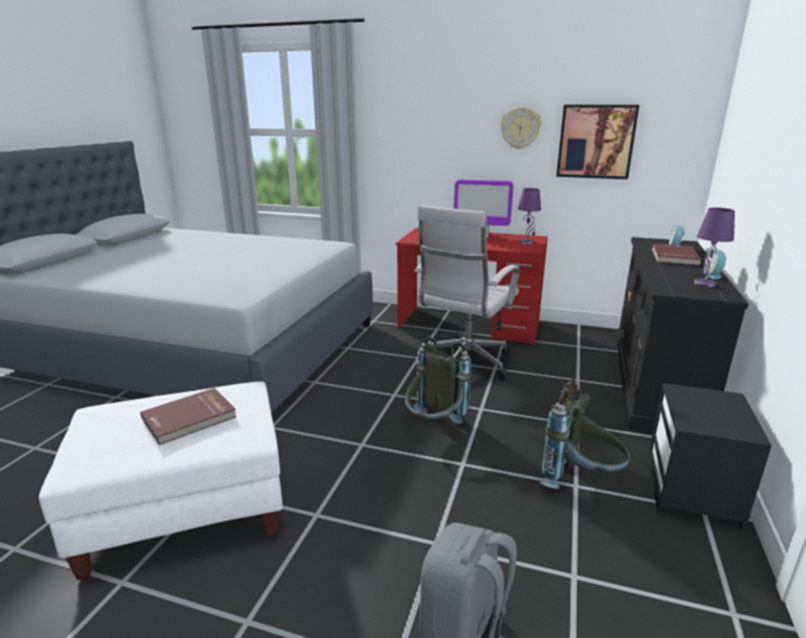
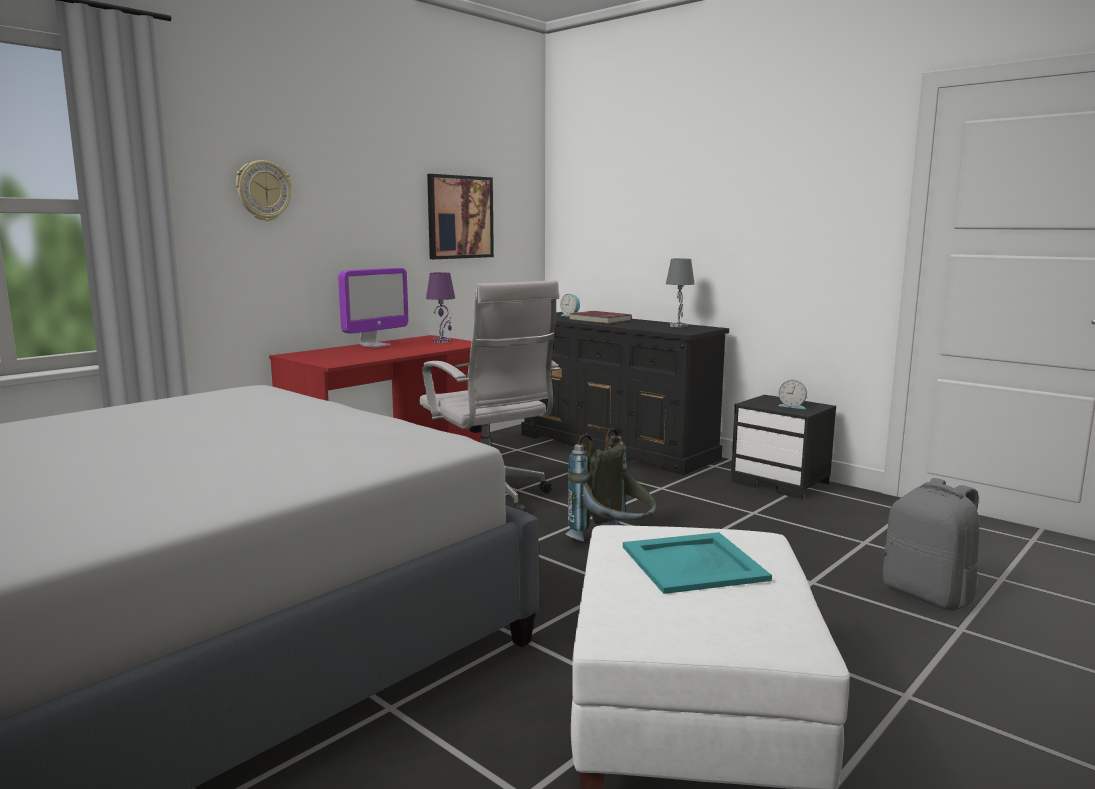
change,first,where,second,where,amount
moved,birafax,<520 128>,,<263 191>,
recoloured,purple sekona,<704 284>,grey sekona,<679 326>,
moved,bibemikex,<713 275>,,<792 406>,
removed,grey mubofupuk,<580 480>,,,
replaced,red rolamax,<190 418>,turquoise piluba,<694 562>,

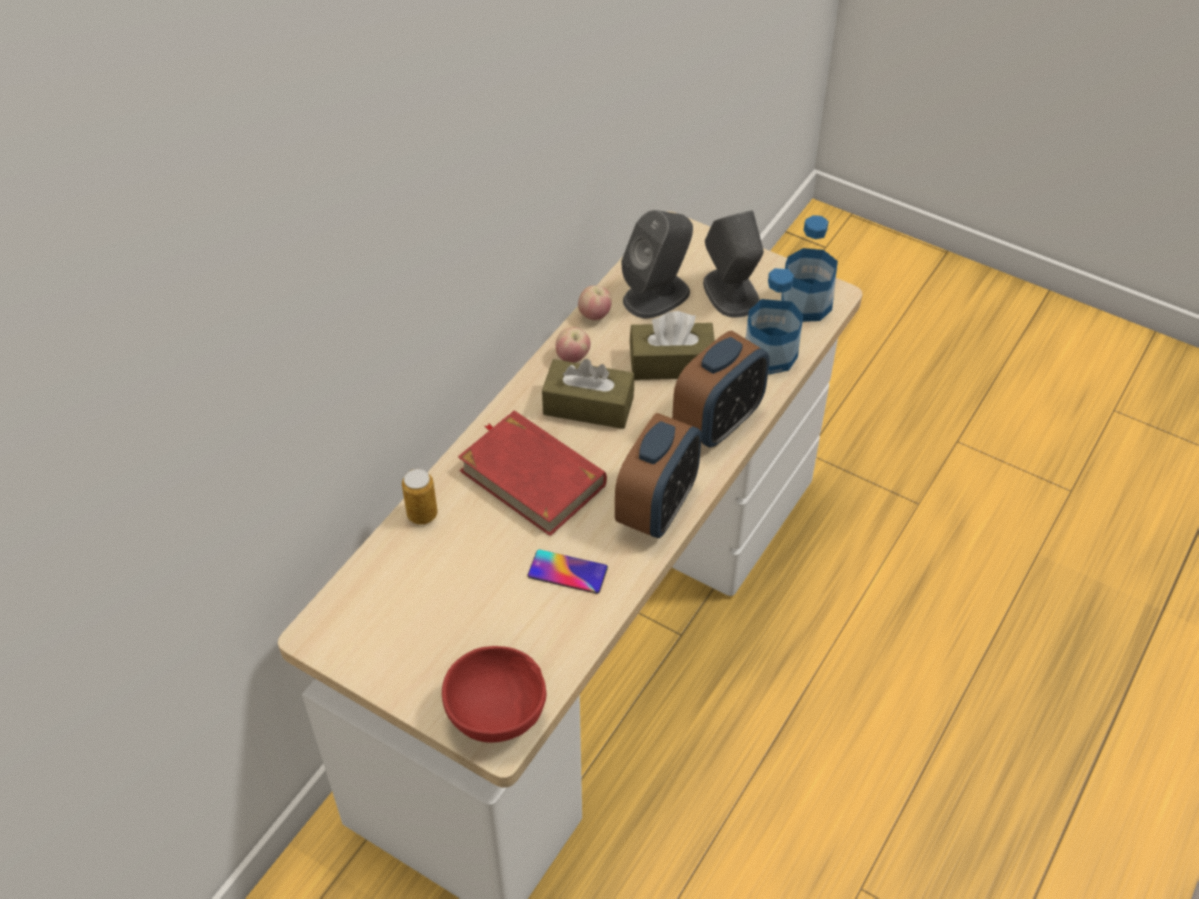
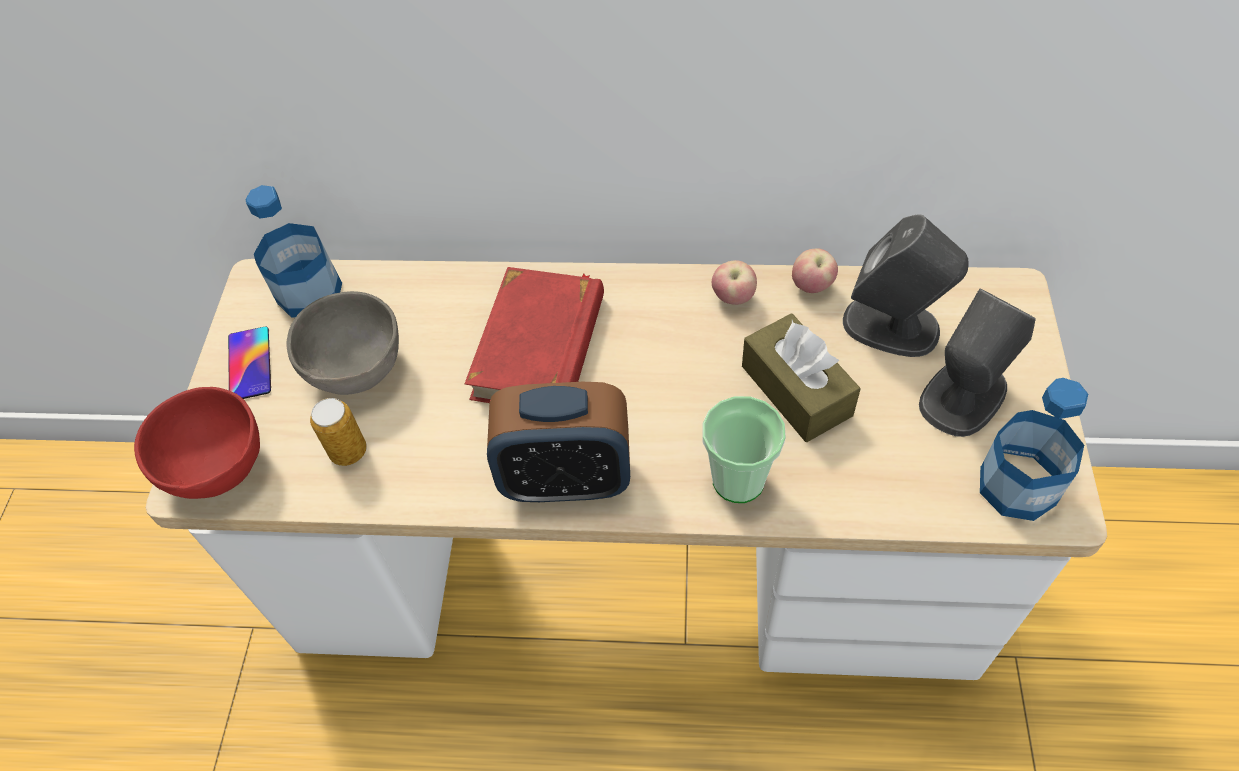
change,first,where,second,where,amount
moved,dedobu,<770 354>,,<309 293>,
replaced,bibemikex,<718 422>,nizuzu,<738 480>,
removed,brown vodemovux,<588 406>,,,
moved,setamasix,<422 514>,,<348 451>,
moved,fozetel,<567 572>,,<250 364>,
added,,,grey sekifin,<355 370>,

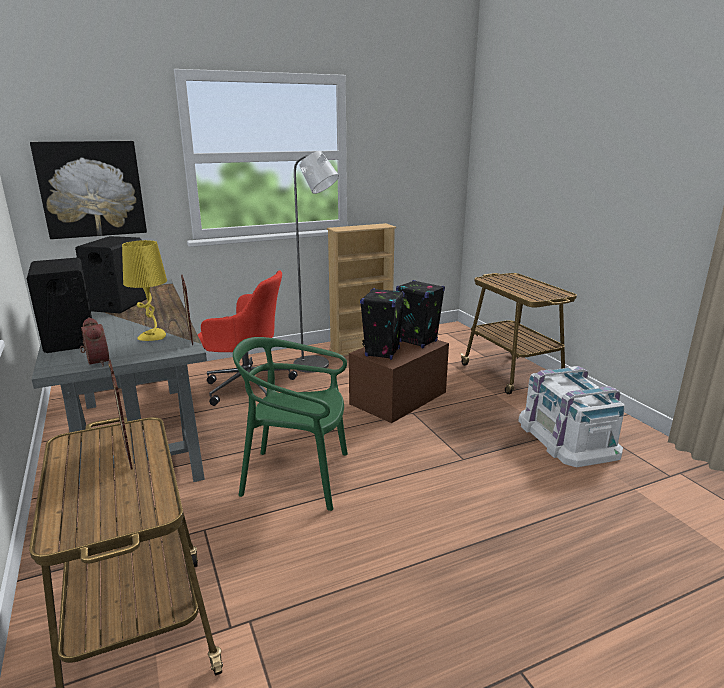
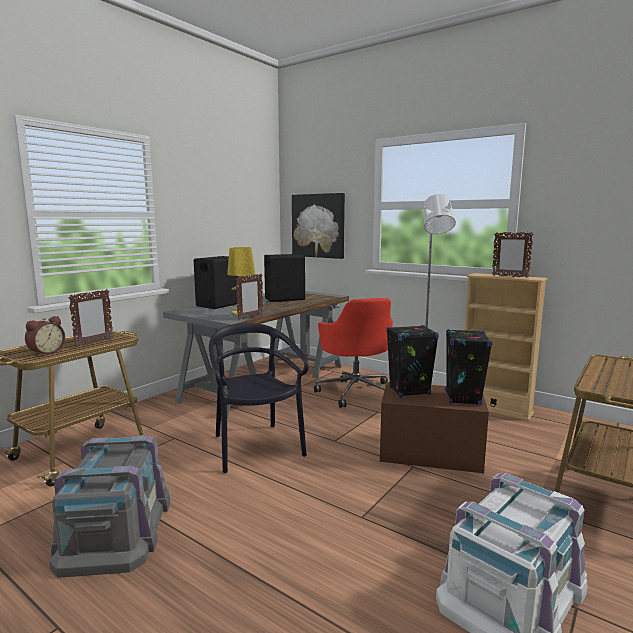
change,first,where,second,where,amount
moved,bibemikex,<95 362>,,<46 352>,
recoloured,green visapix,<297 477>,black visapix,<255 447>,
added,,,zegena,<509 276>,
added,,,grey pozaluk,<115 528>,

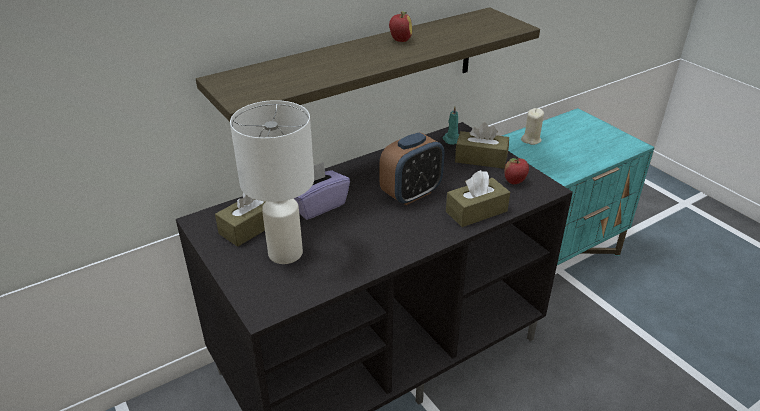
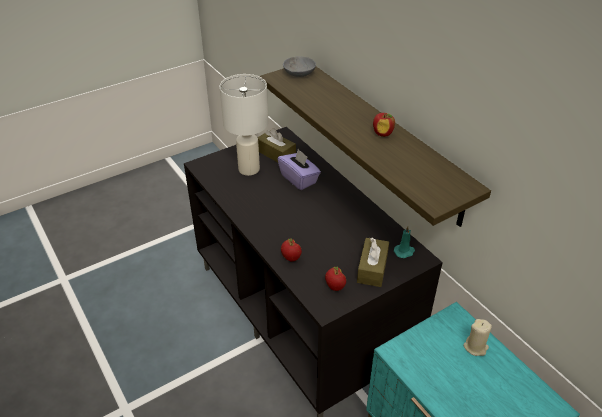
change,first,where,second,where,amount
removed,bibemikex,<411 194>,,,
replaced,brown vodemovux,<476 211>,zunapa,<291 258>,
added,,,grey sekifin,<299 73>,

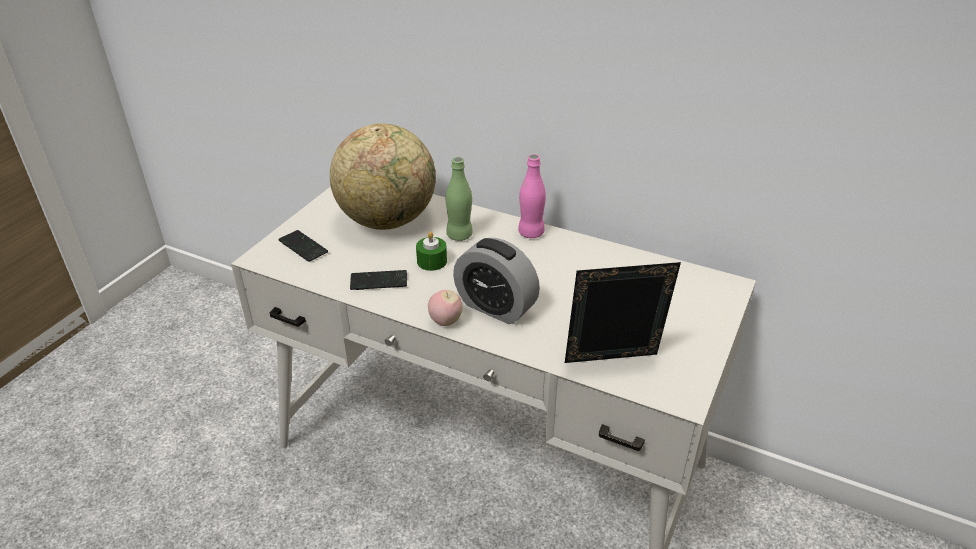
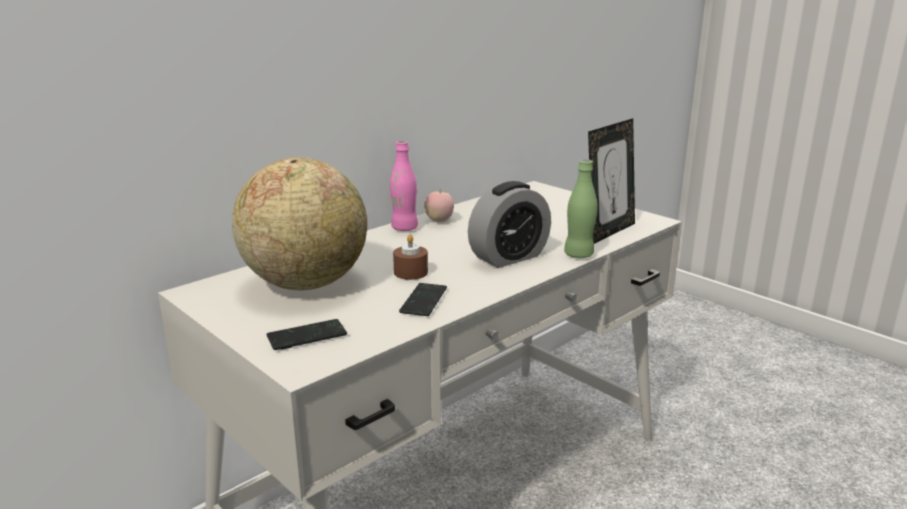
change,first,where,second,where,amount
moved,green dedobu,<459 235>,,<578 255>,
recoloured,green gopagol,<432 261>,brown gopagol,<410 272>,
turned,zegena,<613 364>,,<608 232>,150 degrees counterclockwise
moved,zunapa,<445 321>,,<439 221>,

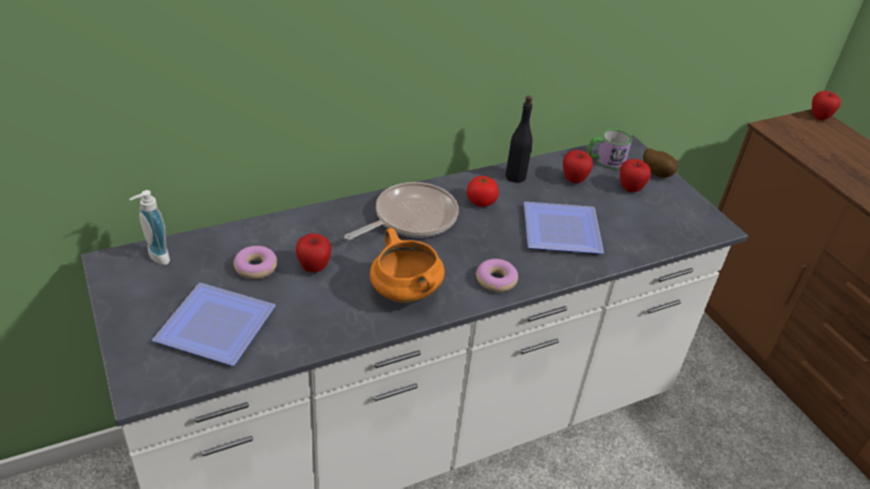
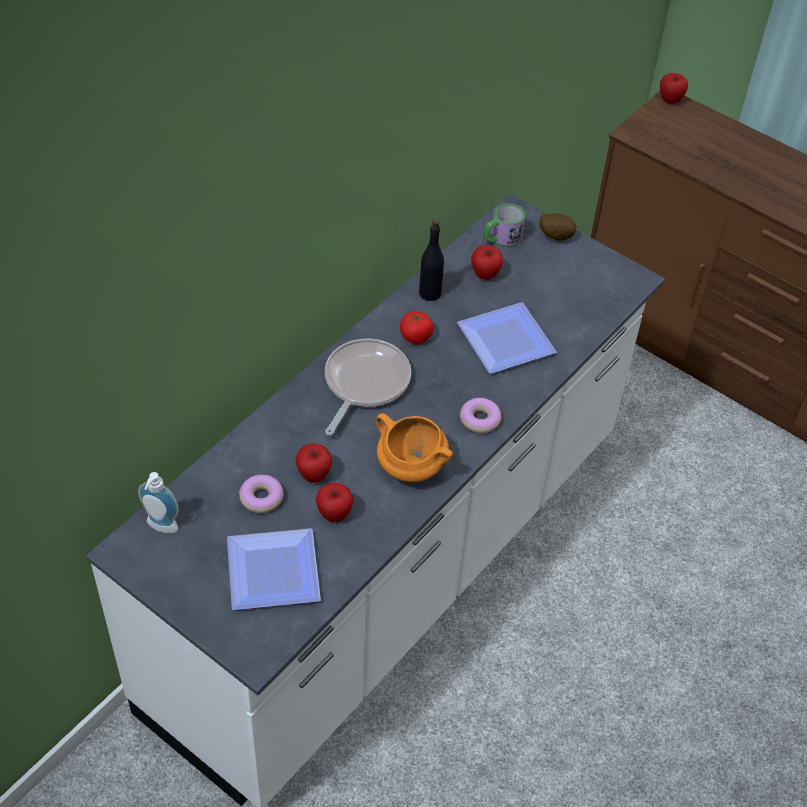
change,first,where,second,where,amount
moved,zunapa,<630 188>,,<334 514>,

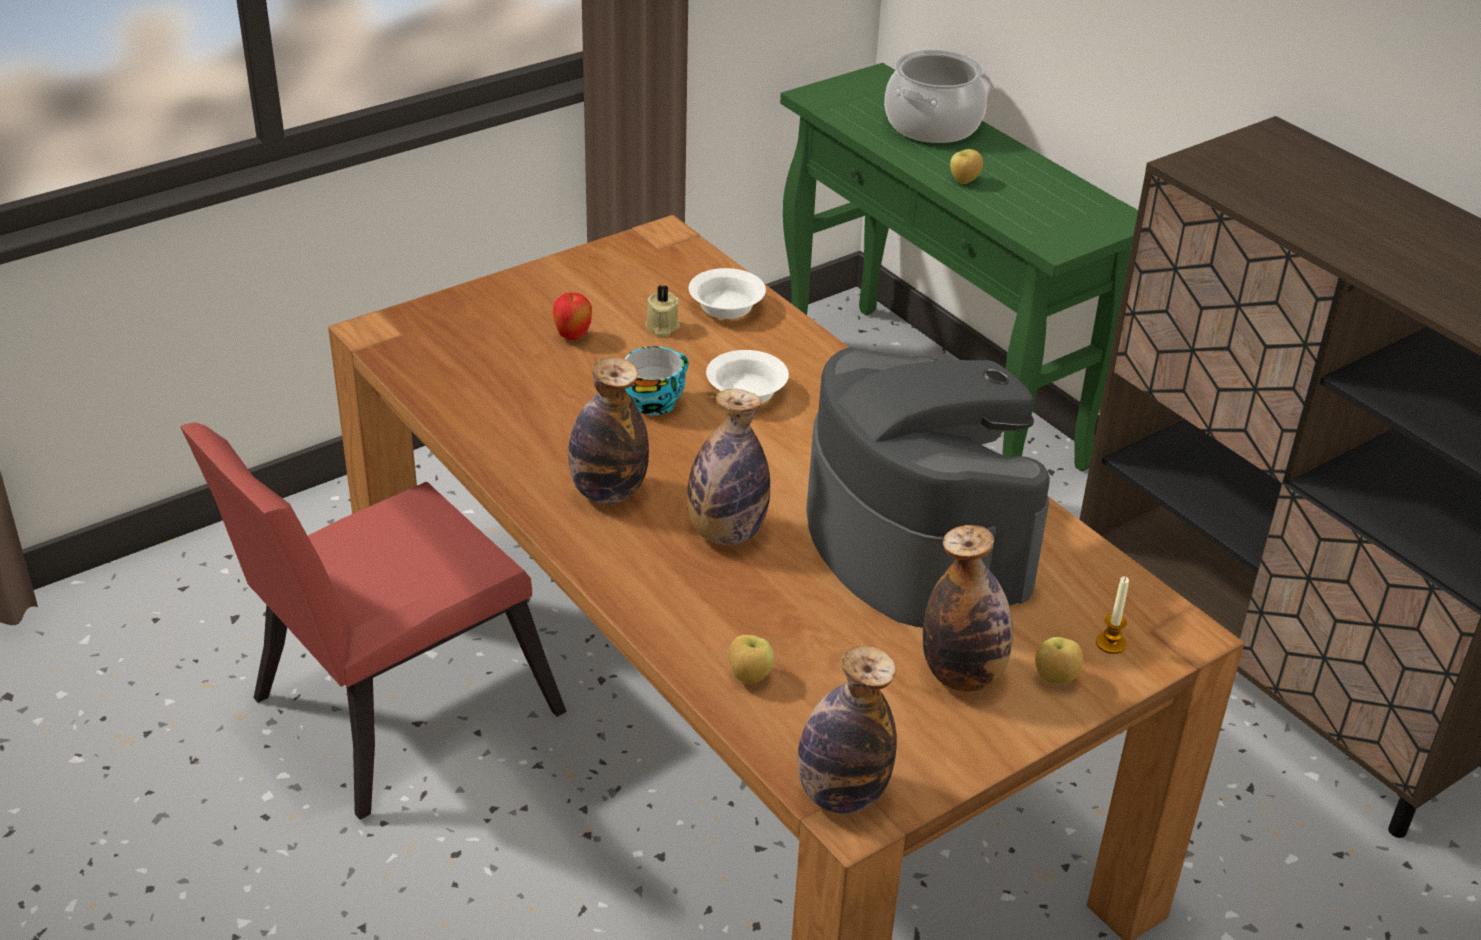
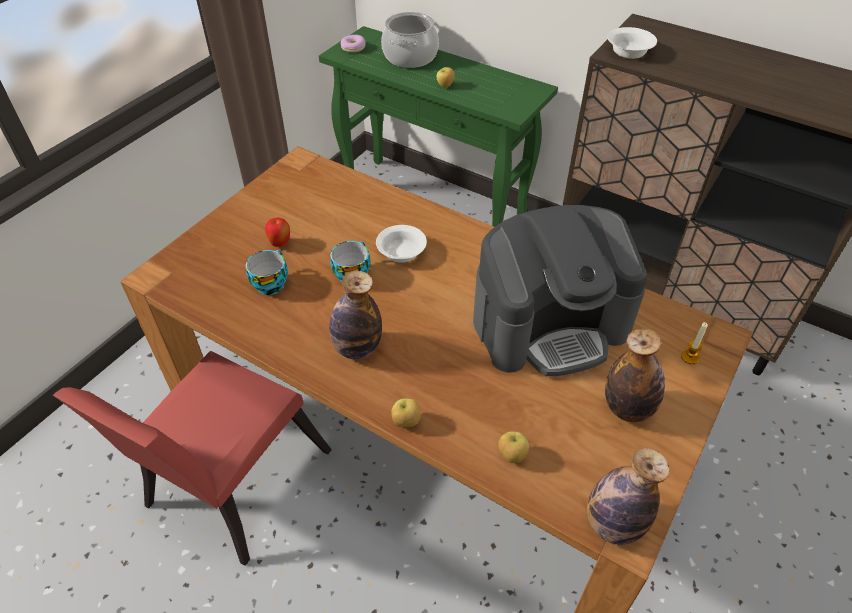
change,first,where,second,where,amount
moved,white sekifin,<728 307>,,<629 51>,
removed,beige gopagol,<661 327>,,,
turned,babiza,<916 542>,,<550 324>,120 degrees clockwise
removed,dedobu,<726 533>,,,
moved,zunapa,<1055 678>,,<406 422>,
added,,,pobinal,<353 48>,
added,,,nizuzu,<270 283>,

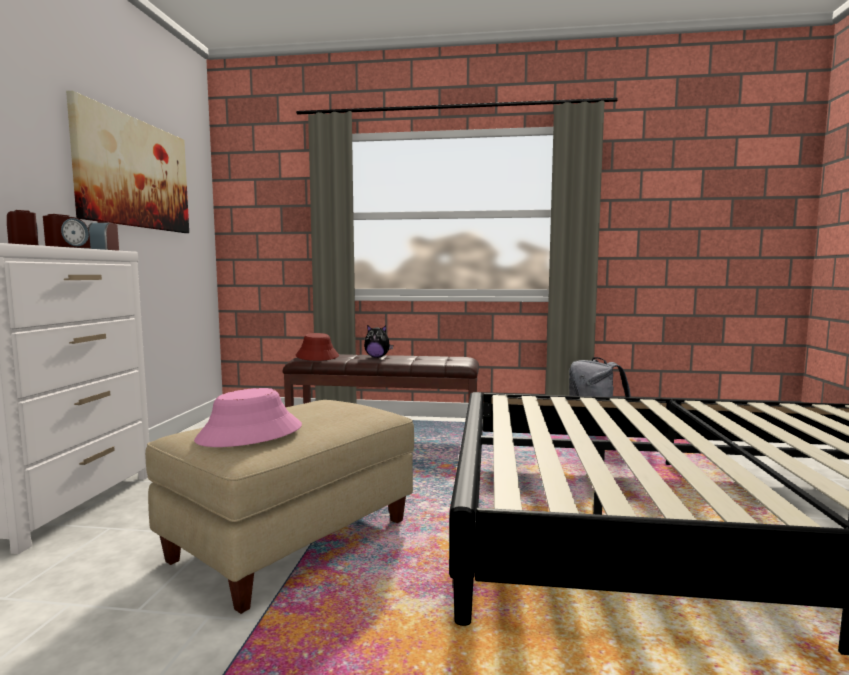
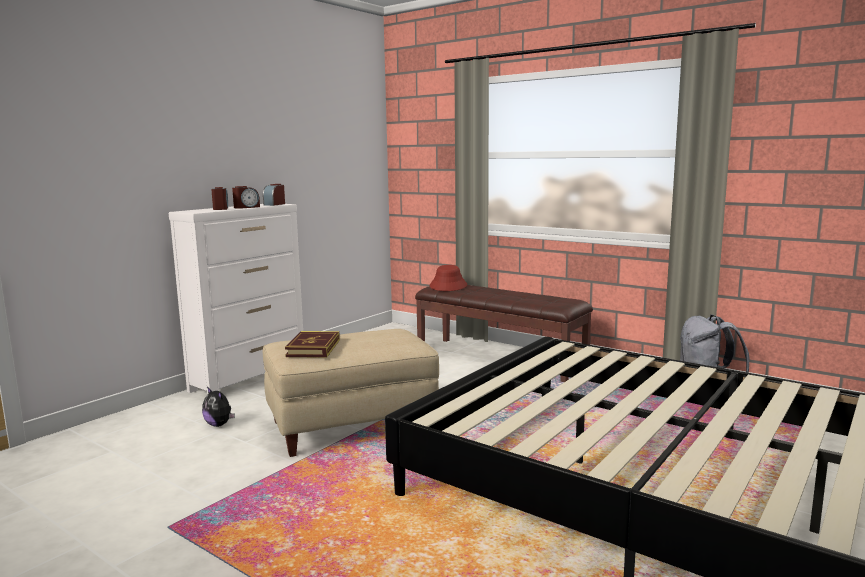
change,first,where,second,where,amount
removed,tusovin,<134 173>,,,
moved,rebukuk,<377 357>,,<219 424>,
replaced,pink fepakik,<250 434>,rolamax,<313 348>,

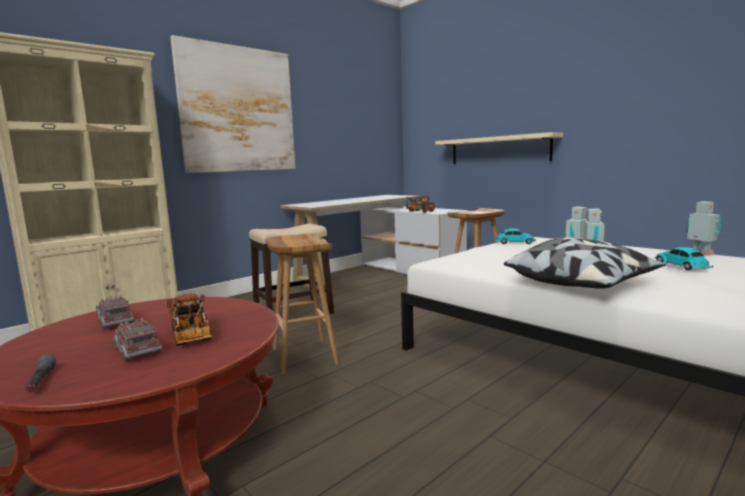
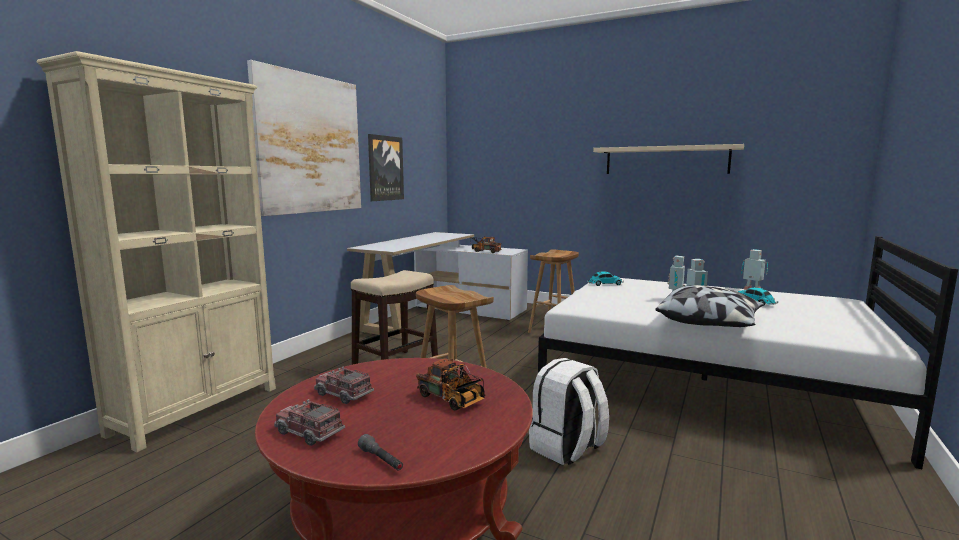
change,first,where,second,where,amount
moved,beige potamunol,<498 150>,,<666 160>,
moved,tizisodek,<137 350>,,<309 433>,
added,,,tusovin,<385 168>,
added,,,white mubofupuk,<567 448>,

